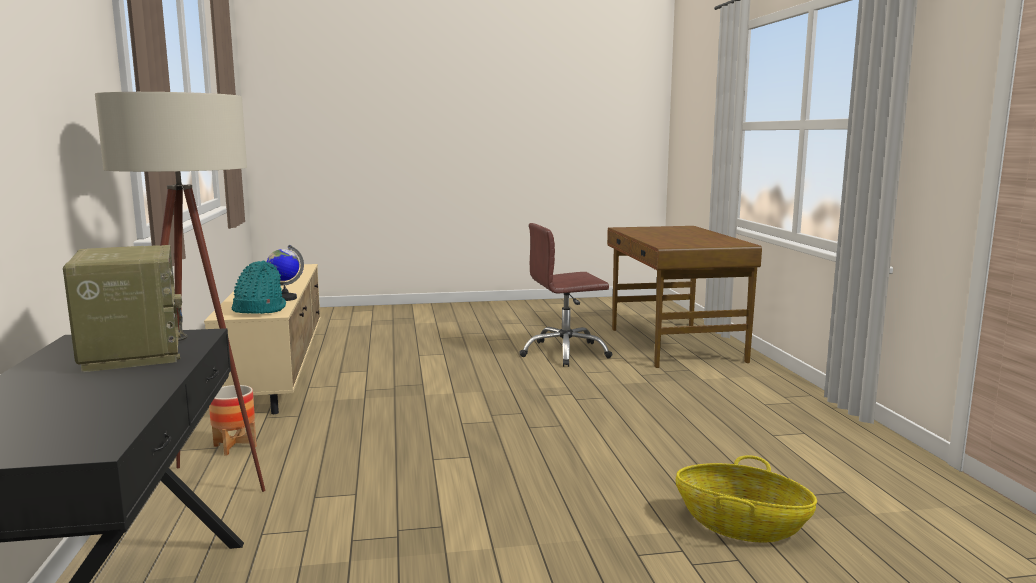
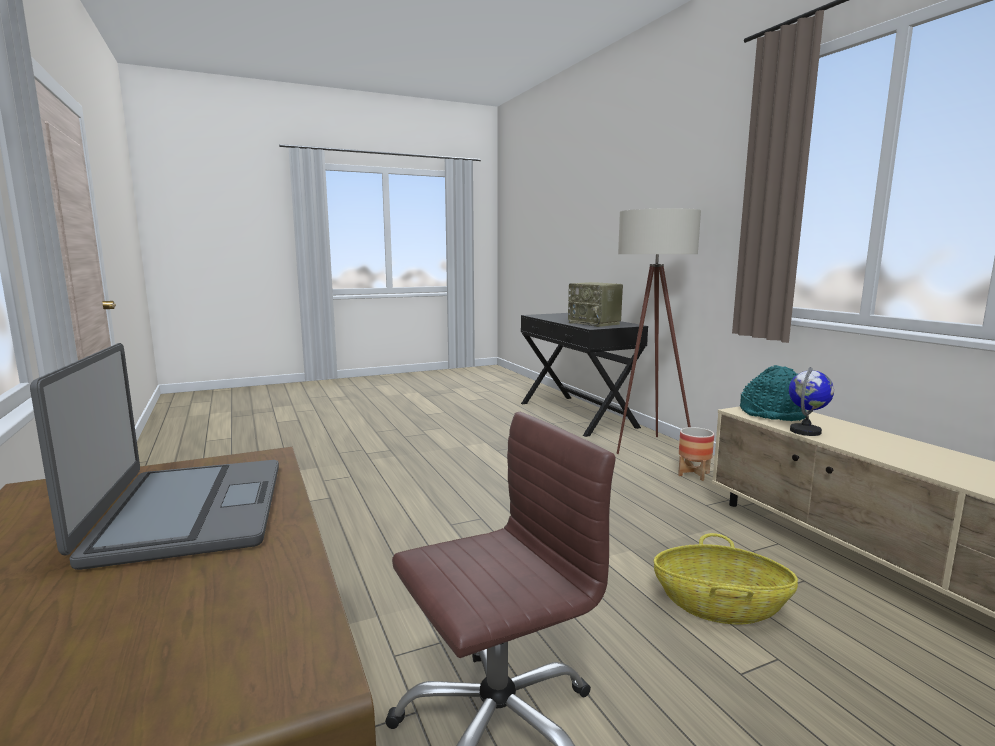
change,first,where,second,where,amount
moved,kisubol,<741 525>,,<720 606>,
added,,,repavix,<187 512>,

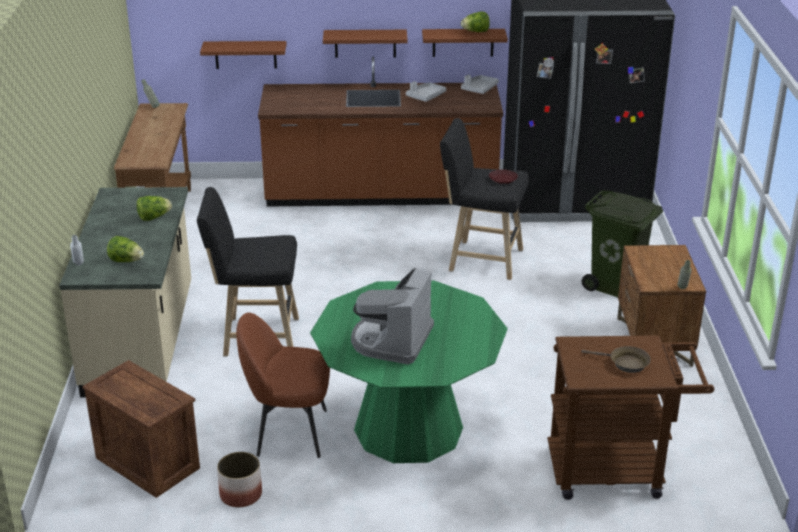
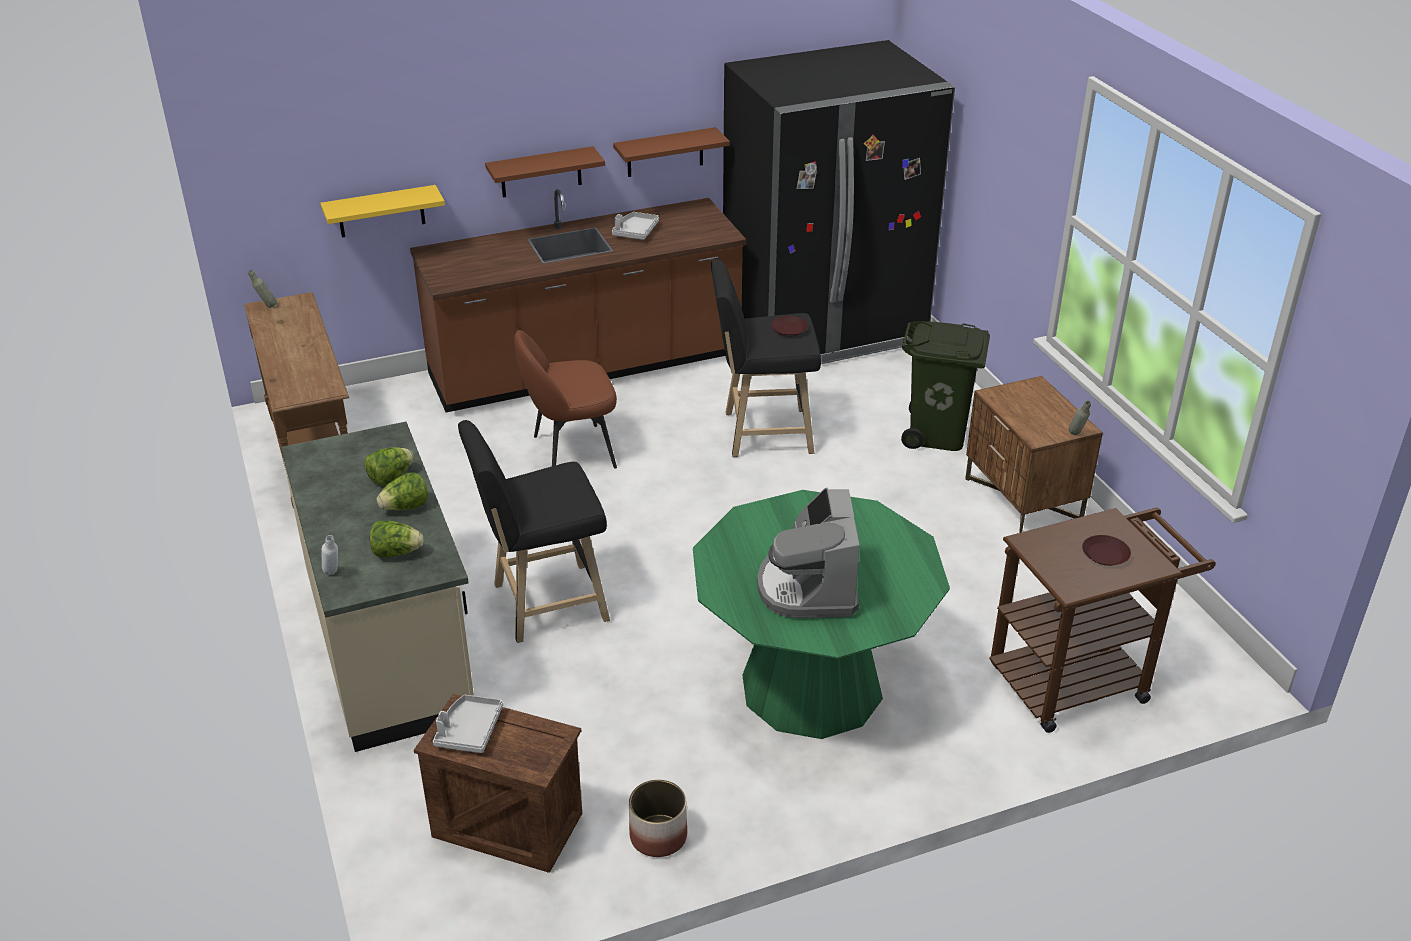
change,first,where,second,where,amount
moved,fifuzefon,<475 32>,,<405 507>,
recoloured,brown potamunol,<245 54>,yellow potamunol,<381 211>,
moved,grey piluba,<479 89>,,<469 731>,
moved,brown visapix,<289 432>,,<571 452>,
replaced,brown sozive,<625 363>,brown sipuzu,<1105 555>,

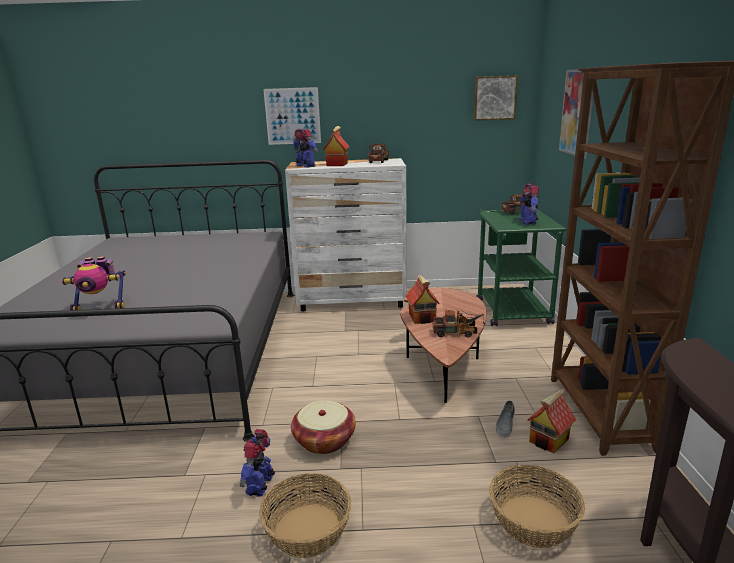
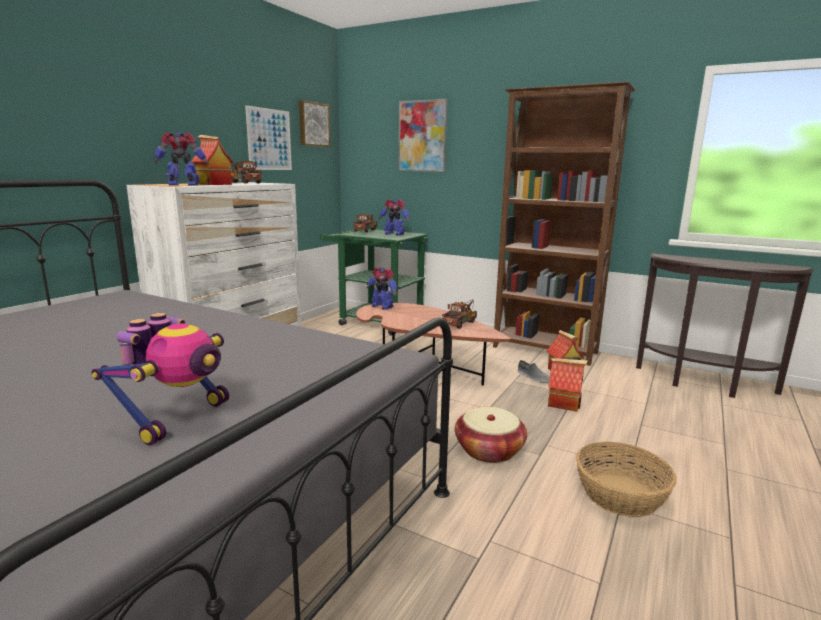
change,first,where,second,where,amount
moved,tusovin,<292 116>,,<269 139>,
moved,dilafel,<422 317>,,<564 403>,
moved,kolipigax,<261 485>,,<382 306>,
removed,kisubol,<533 521>,,,

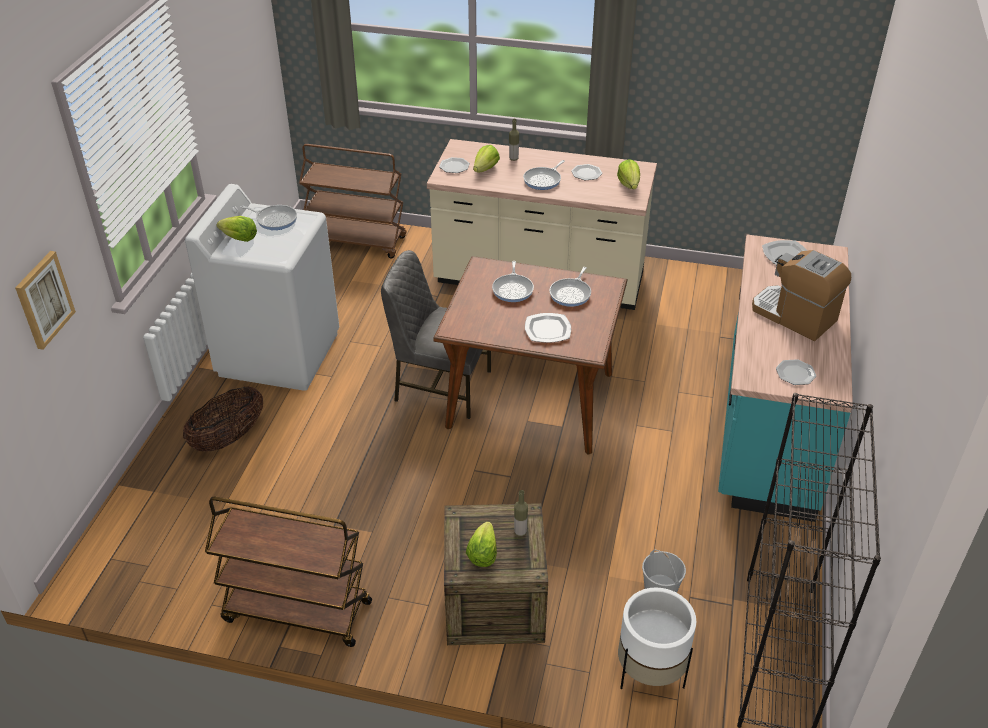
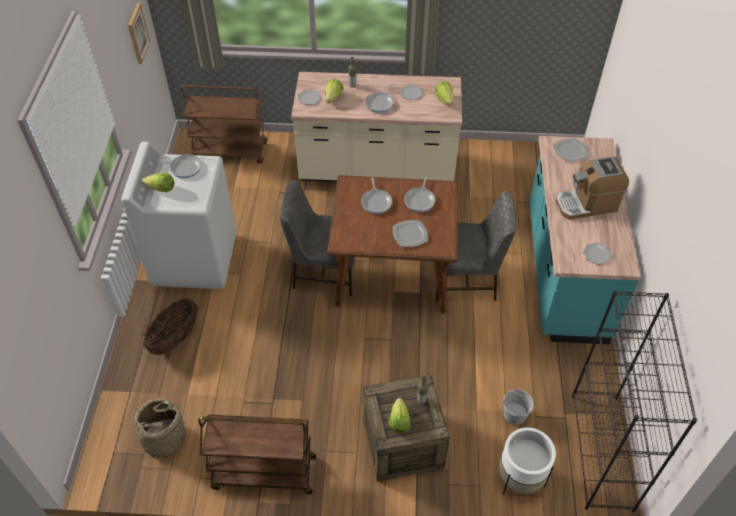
change,first,where,second,where,amount
turned,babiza,<794 315>,,<586 204>,45 degrees counterclockwise
moved,tusovin,<44 299>,,<137 33>,
added,,,grey visapix,<466 280>,
added,,,kisubol,<164 439>,

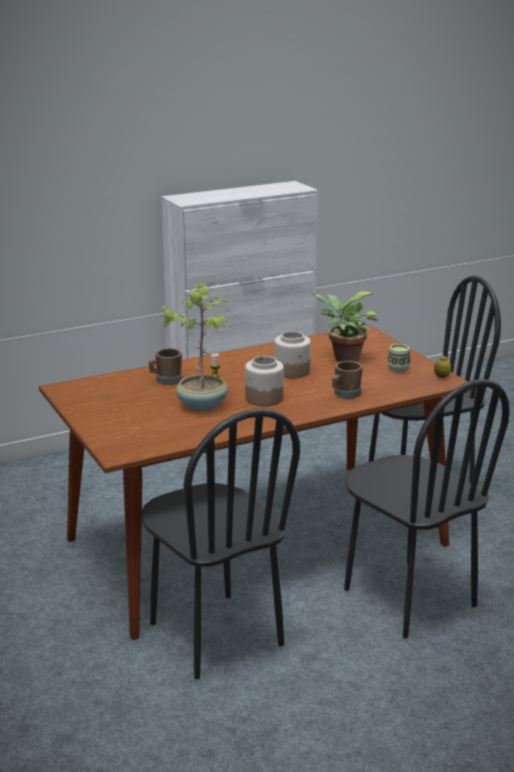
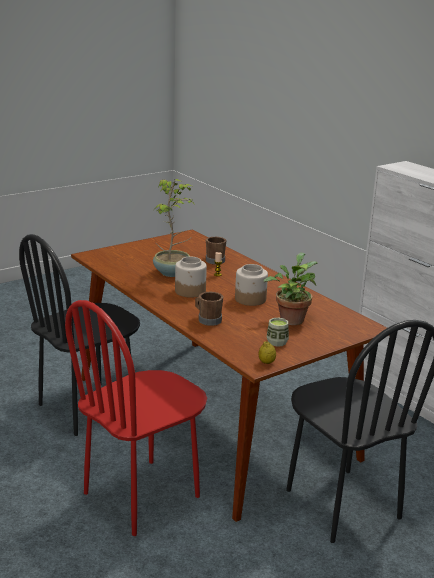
change,first,where,second,where,amount
recoloured,black visapix,<408 598>,red visapix,<142 495>,

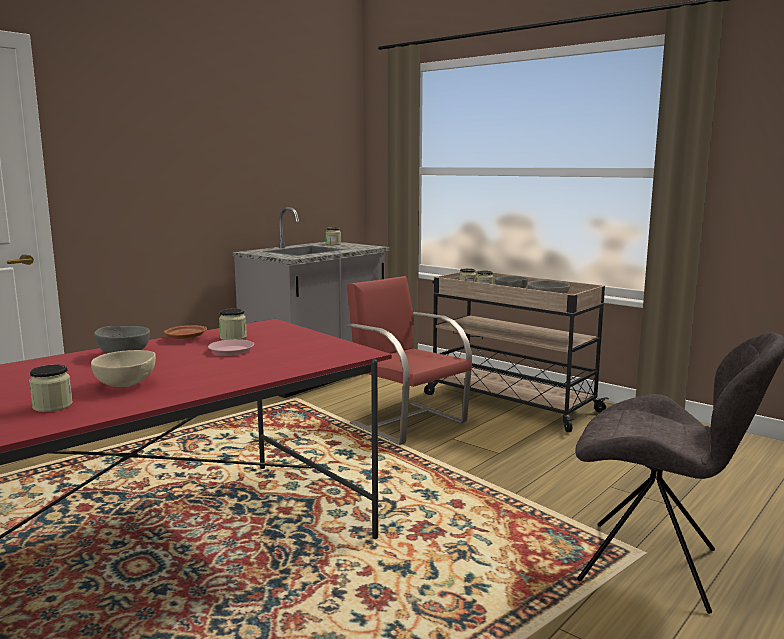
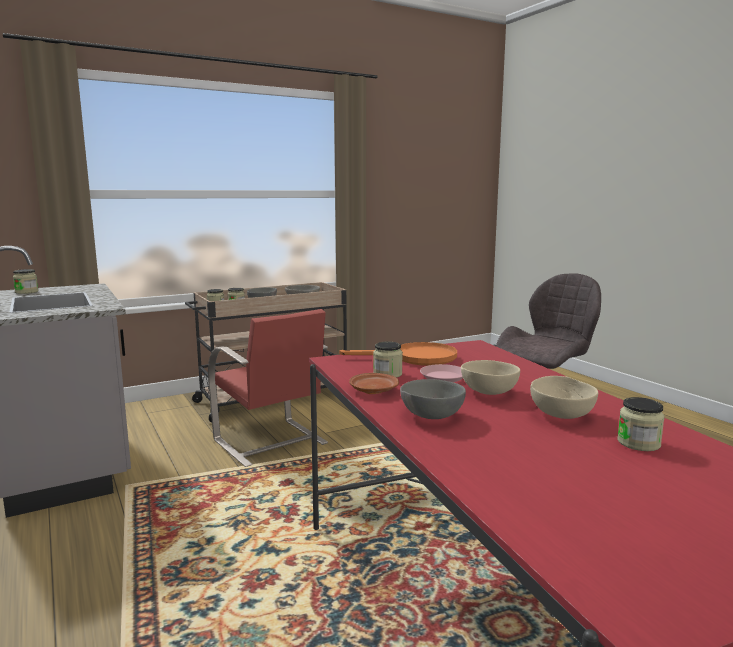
change,first,where,second,where,amount
turned,red visapix,<407 422>,,<270 442>,105 degrees counterclockwise
added,,,orange sozive,<415 358>,
added,,,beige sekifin,<487 393>,

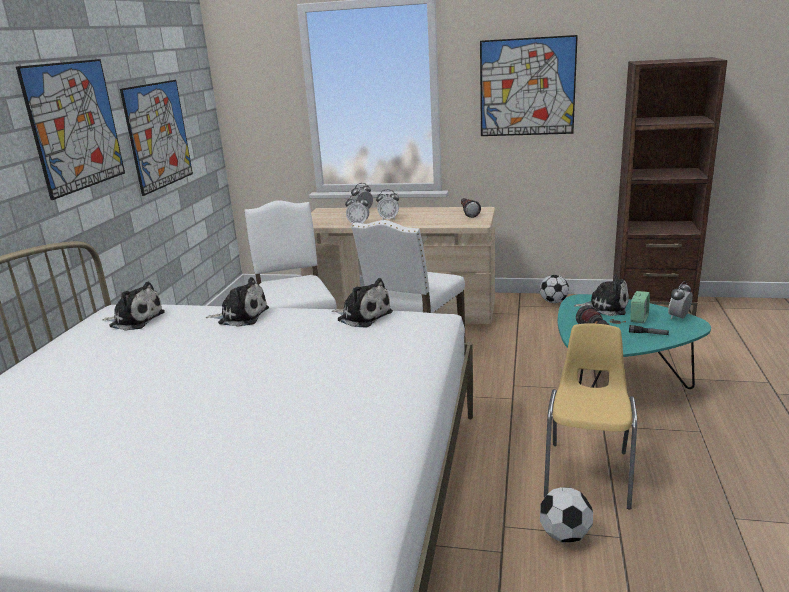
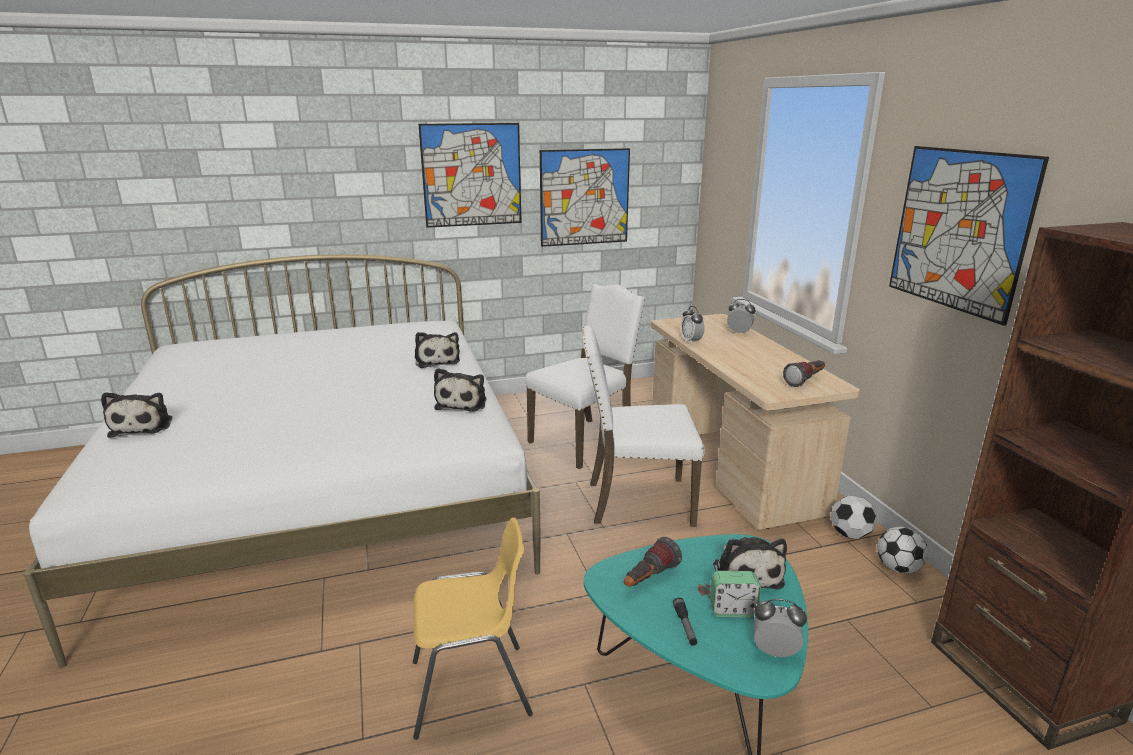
change,first,where,second,where,amount
removed,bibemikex,<388 219>,,,
moved,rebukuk,<135 320>,,<143 426>,
moved,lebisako,<564 535>,,<850 534>,

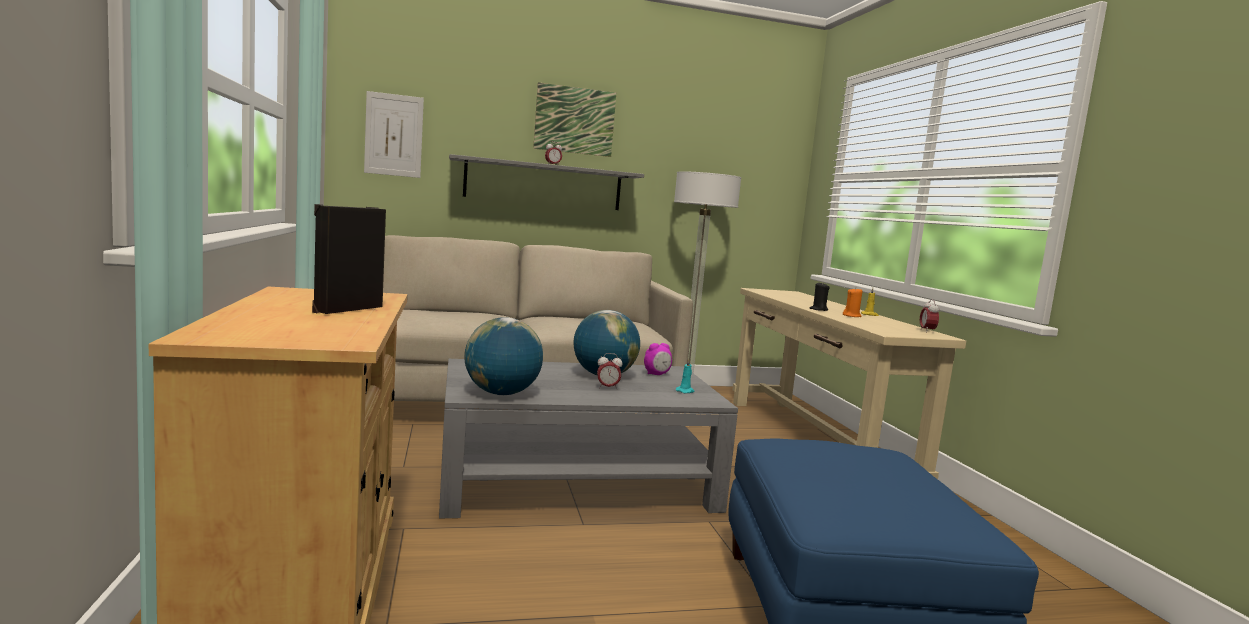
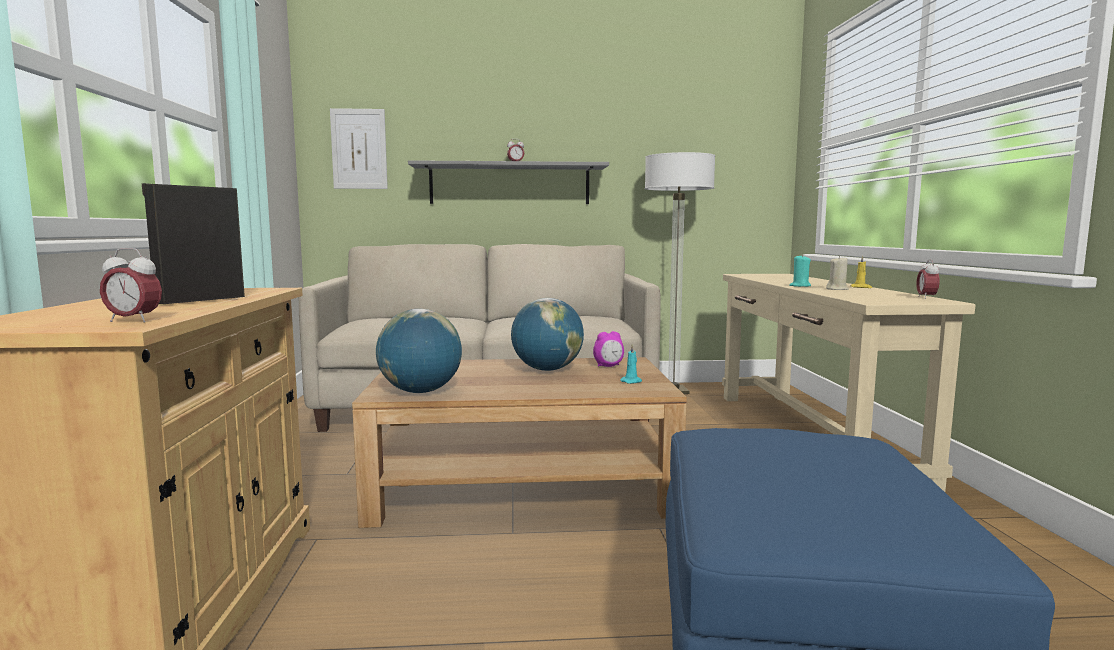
change,first,where,second,where,amount
removed,tusovin,<575 120>,,,
recoloured,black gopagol,<818 309>,turquoise gopagol,<800 286>,
recoloured,orange gopagol,<852 316>,beige gopagol,<837 289>,
moved,bibemikex,<607 388>,,<133 321>,
recoloured,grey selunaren,<576 480>,brown selunaren,<523 484>,

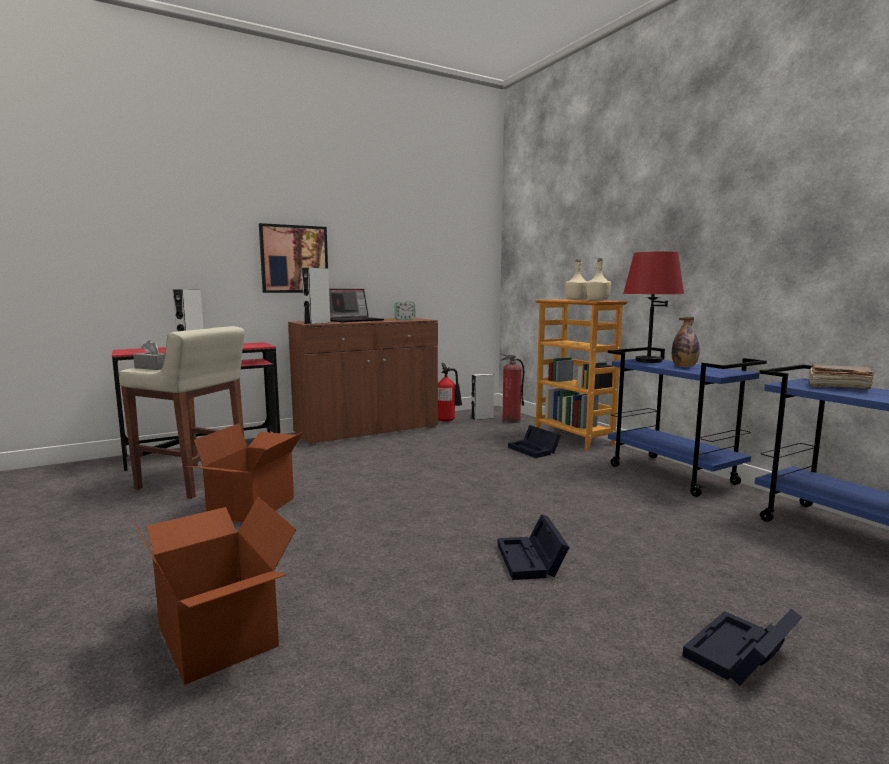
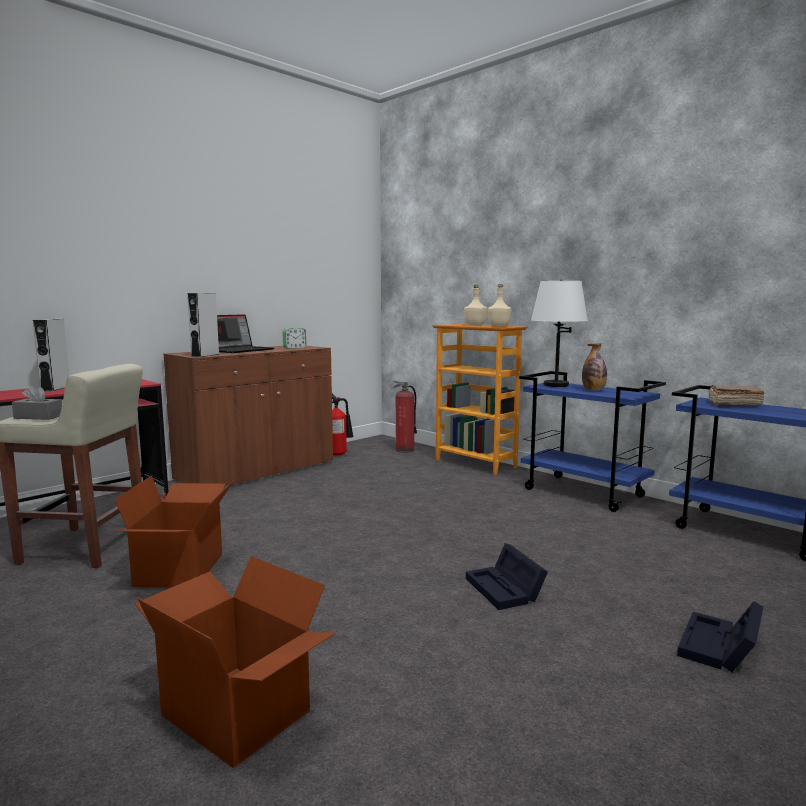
change,first,where,second,where,amount
removed,tusovin,<294 259>,,,
recoloured,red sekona,<648 361>,white sekona,<556 385>,
removed,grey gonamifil,<482 418>,,,
removed,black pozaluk,<534 450>,,,

